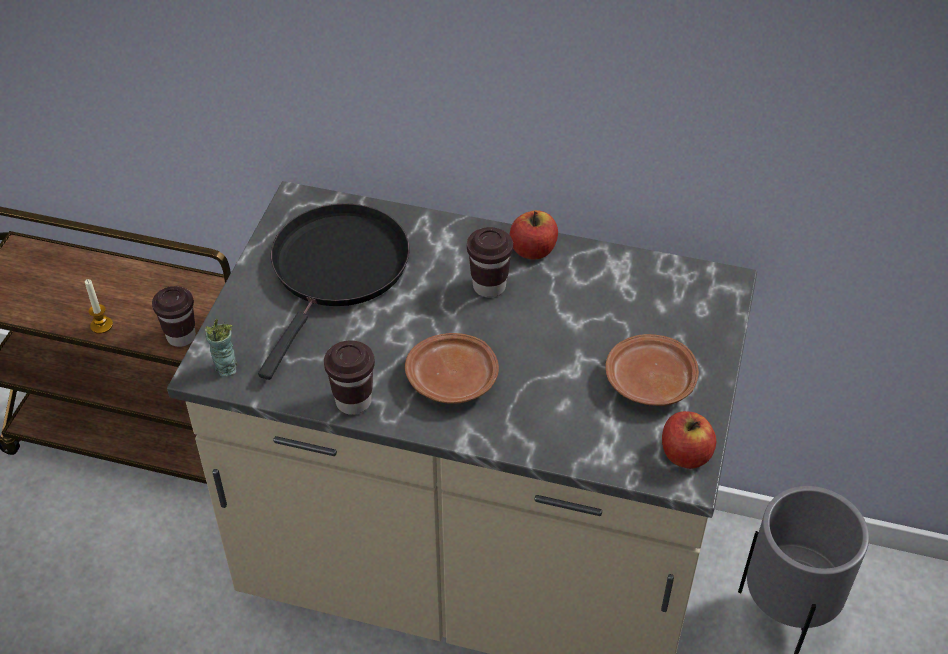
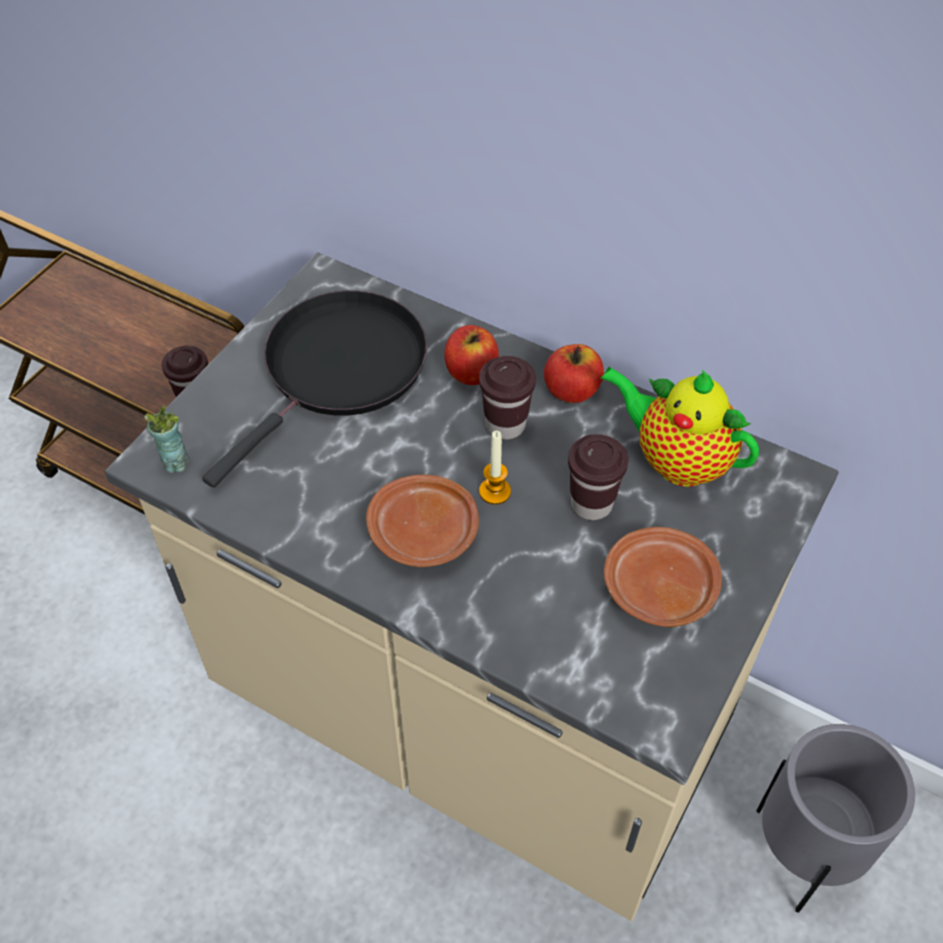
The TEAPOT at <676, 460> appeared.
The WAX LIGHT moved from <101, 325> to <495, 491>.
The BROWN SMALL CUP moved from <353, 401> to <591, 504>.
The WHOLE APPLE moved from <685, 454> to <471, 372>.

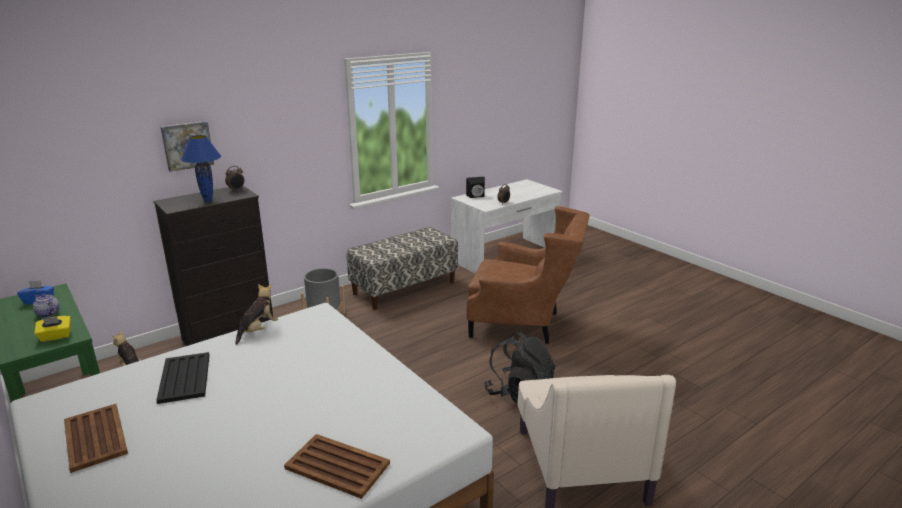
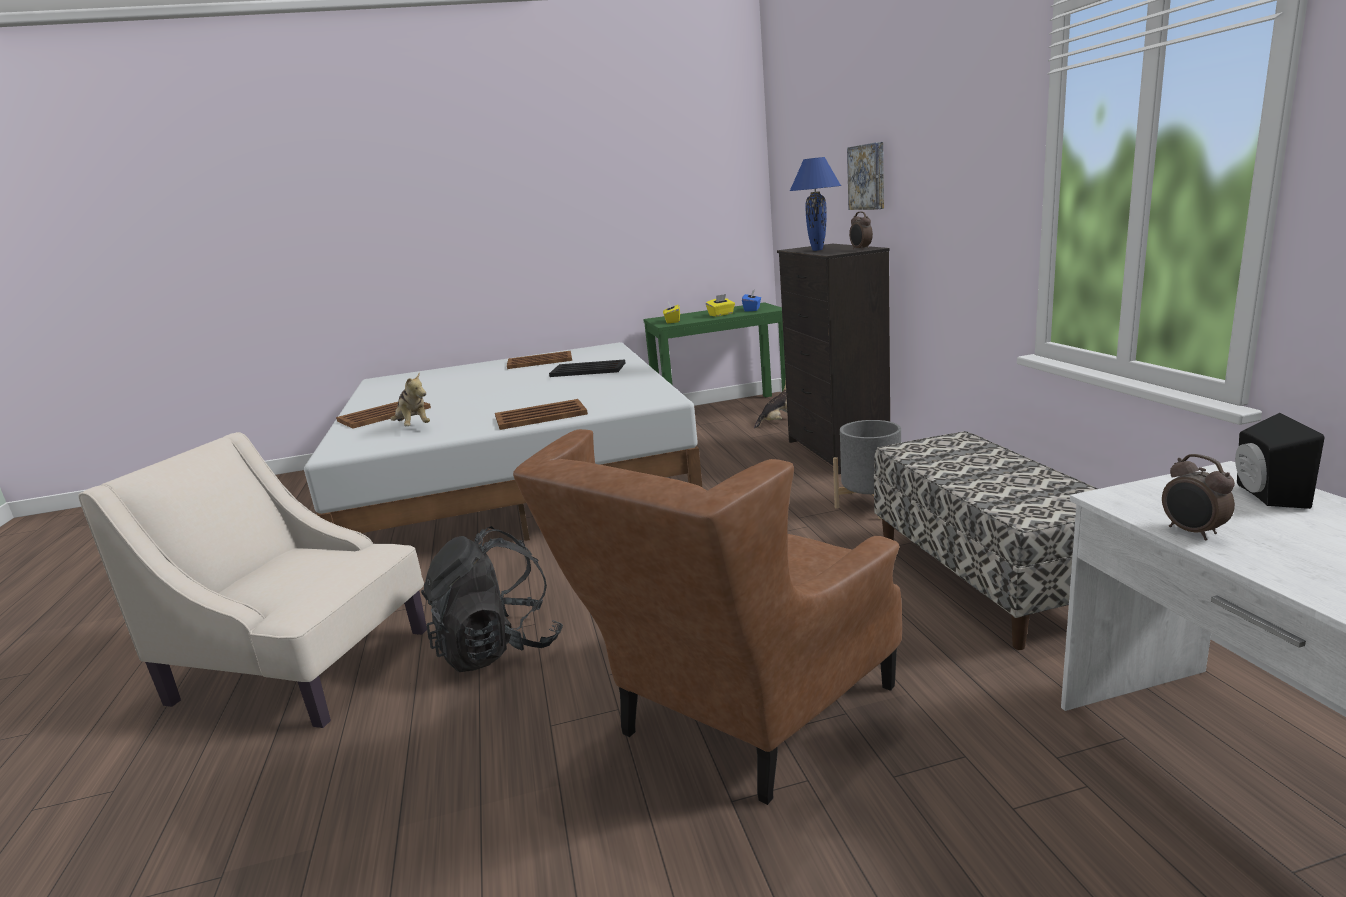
The BROWN SERVING TRAY at <541, 415> appeared.
The CUDDLY TOY moved from <258, 330> to <413, 427>.
The TEAPOT at <47, 313> was replaced by the YELLOW TISSUE BOX at <721, 314>.

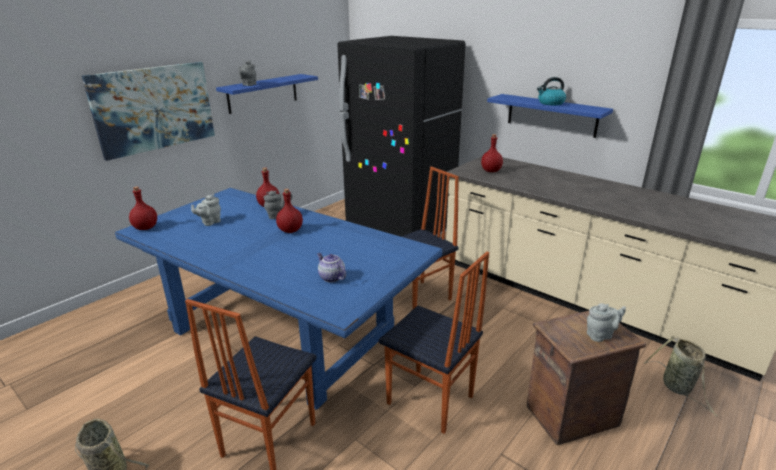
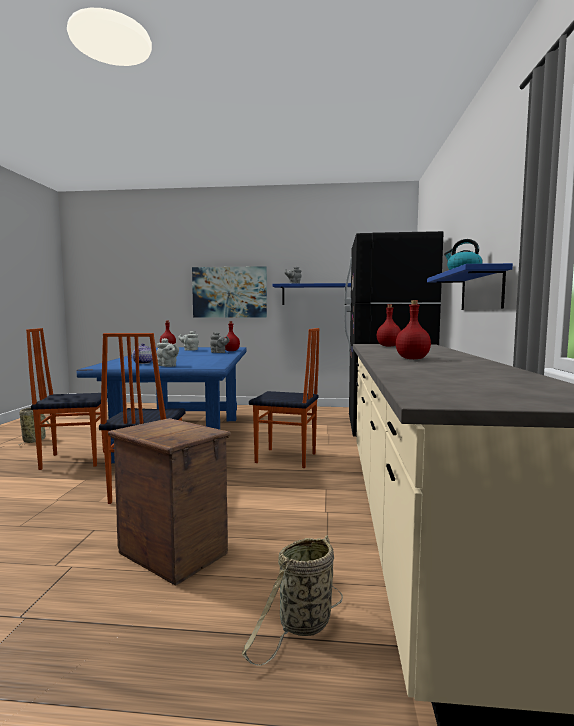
The REDDISH BEVERAGE BOTTLE moved from <290, 231> to <412, 359>.
The GRAY TEAPOT moved from <601, 335> to <168, 366>.

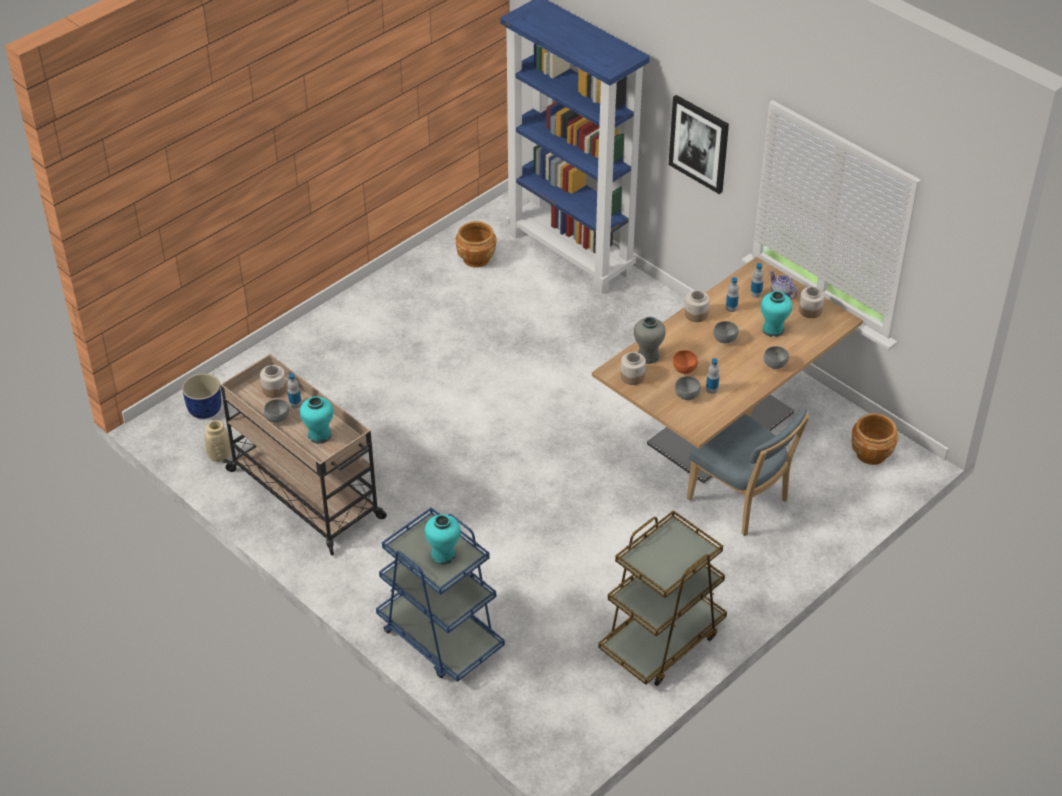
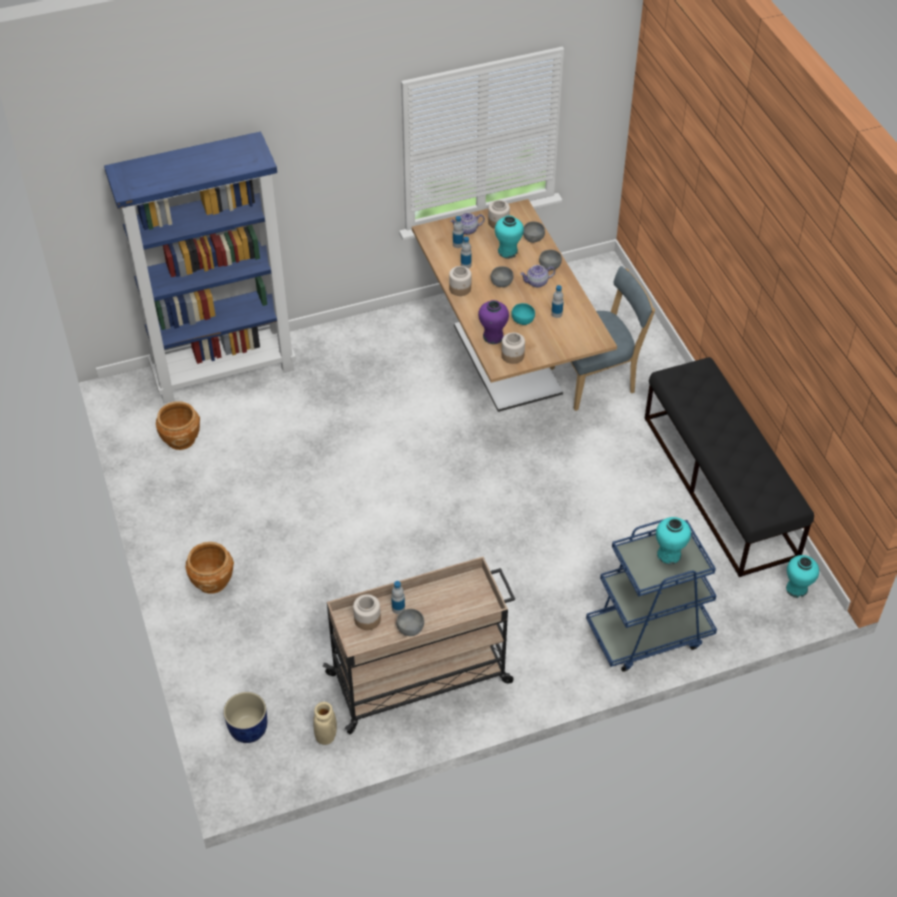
The PICTURE at <699, 143> disappeared.
The TEAPOT at <537, 282> appeared.
The BLUE-GREEN DECORATIVE VASE moved from <319, 435> to <797, 589>.
The GRAY SERVING BOWL moved from <687, 395> to <533, 238>.
The BROWN PLANTER moved from <871, 454> to <212, 581>.
The BROWN CART at <661, 641> was replaced by the BLACKISH INDOOR BENCH at <719, 486>.
The GRAY DECORATIVE VASE at <648, 356> became the PURPLISH DECORATIVE VASE at <493, 337>.
The ORANGEY SERVING BOWL at <684, 369> became the BLUE-GREEN SERVING BOWL at <523, 320>.

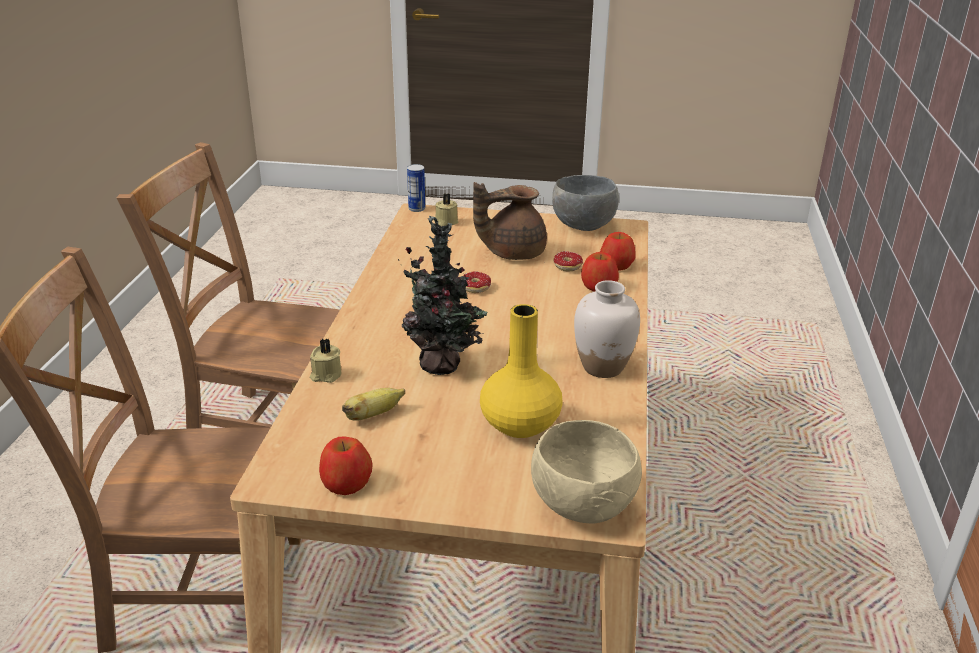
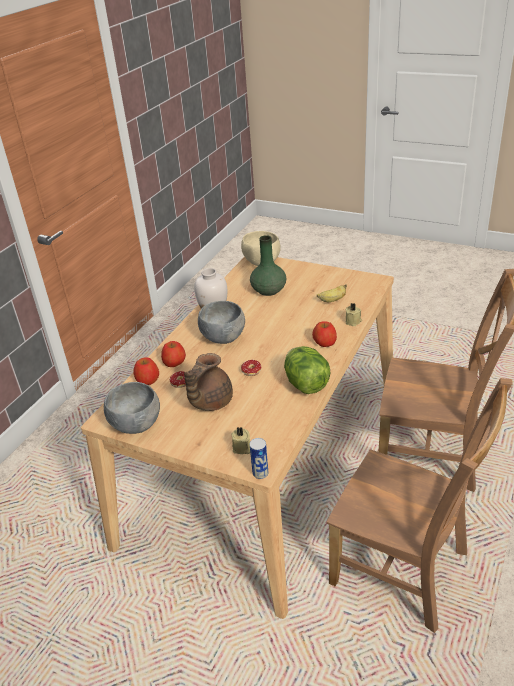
The POTTED PLANT at <444, 366> disappeared.
The GRAY SERVING BOWL at <223, 338> appeared.
The LETTUCE at <306, 384> appeared.
The WHOLE APPLE moved from <346, 482> to <324, 342>.
The YELLOW DECORATIVE VASE at <519, 425> became the GREEN DECORATIVE VASE at <269, 290>.
The BROWN TEAPOT at <512, 252> turned 120 degrees clockwise.

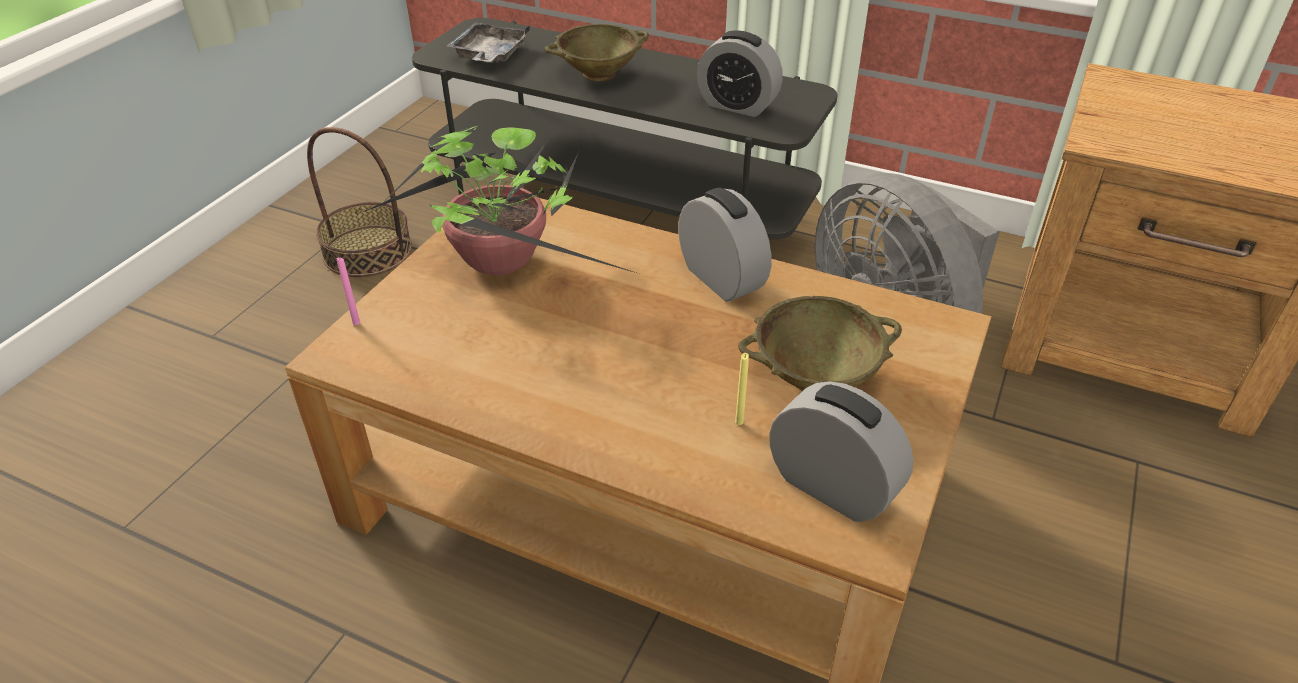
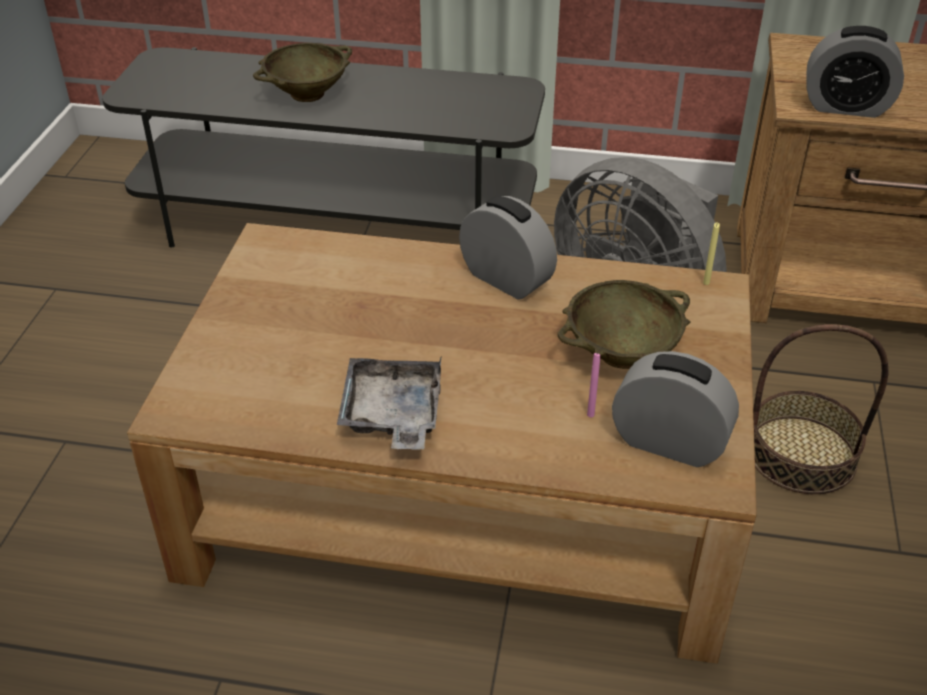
The POTTED PLANT at <504, 265> disappeared.
The BASKET moved from <368, 251> to <801, 454>.
The PINK-COLOURED WAX LIGHT moved from <356, 322> to <590, 414>.
The GRAY SERVING TRAY moved from <489, 55> to <392, 415>.
The BEDSIDE CLOCK moved from <737, 105> to <846, 107>.
The YELLOW WAX LIGHT moved from <739, 422> to <706, 283>.

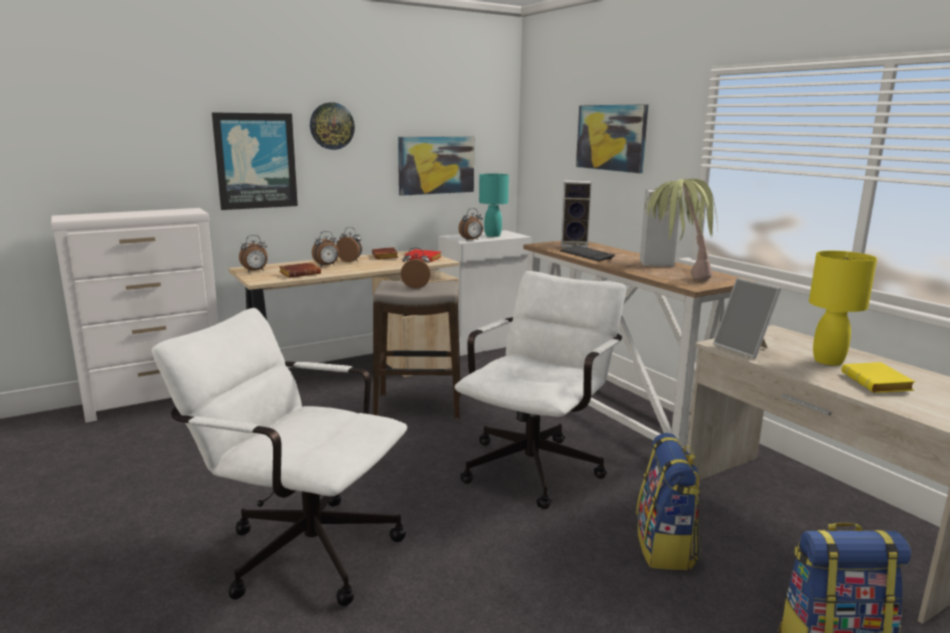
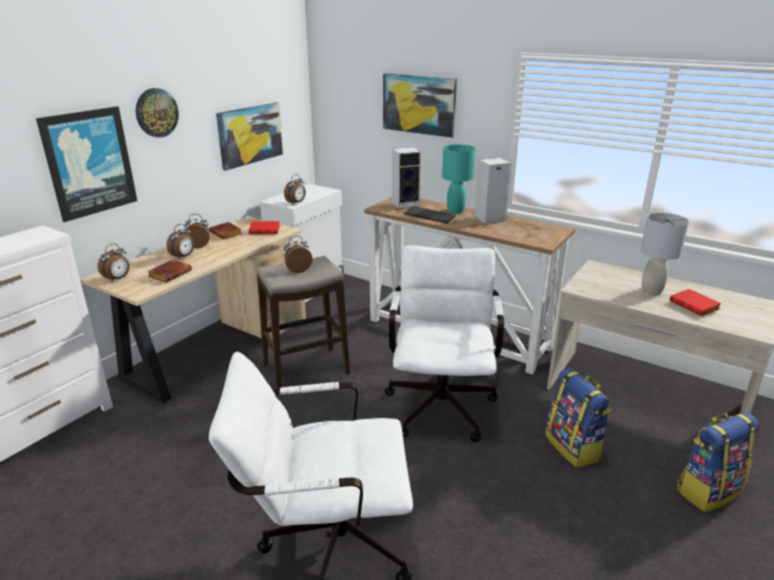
The POTTED PLANT at <676, 279> disappeared.
The STANDING FRAME at <744, 349> disappeared.
The BLUE-GREEN LAMP FOR A TABLE moved from <492, 235> to <455, 211>.
The YELLOW LAMP FOR A TABLE at <828, 361> became the GRAY LAMP FOR A TABLE at <651, 290>.
The YELLOW VOLUME at <878, 384> became the REDDISH VOLUME at <695, 306>.

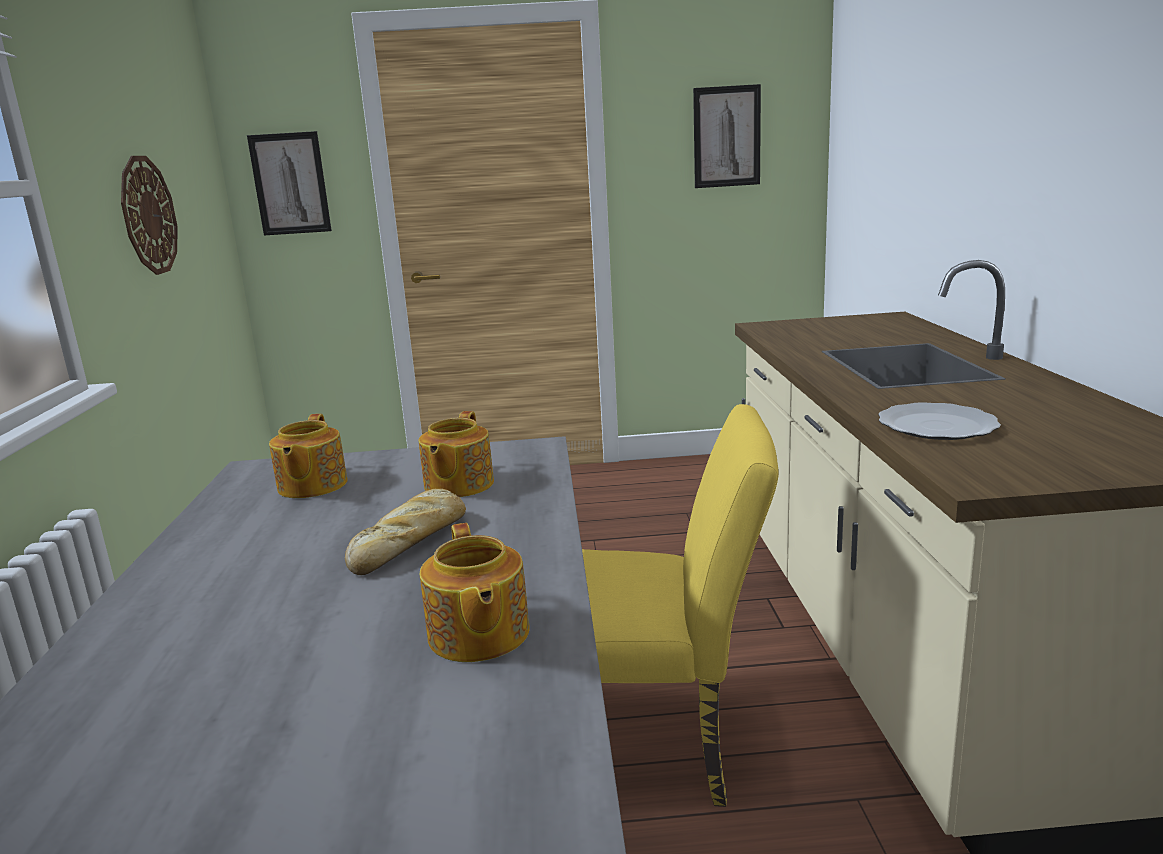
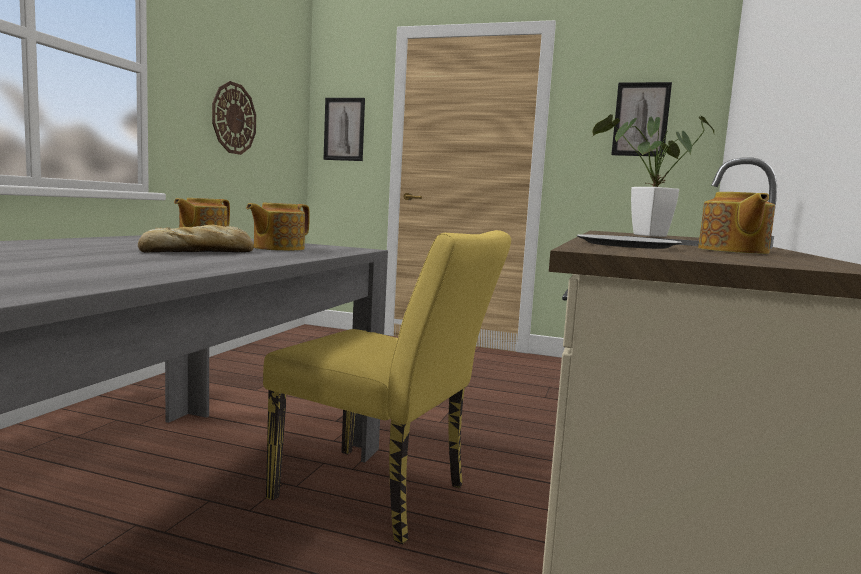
The POTTED PLANT at <643, 235> appeared.
The TEAPOT moved from <477, 635> to <732, 251>.

